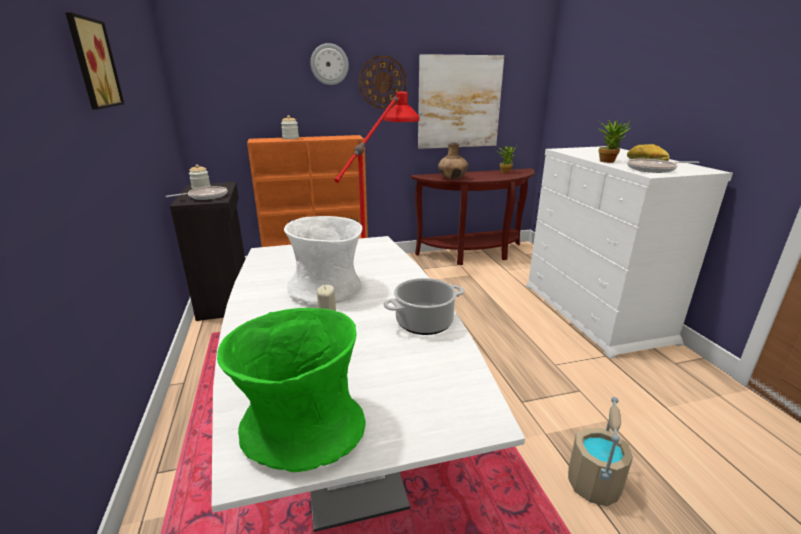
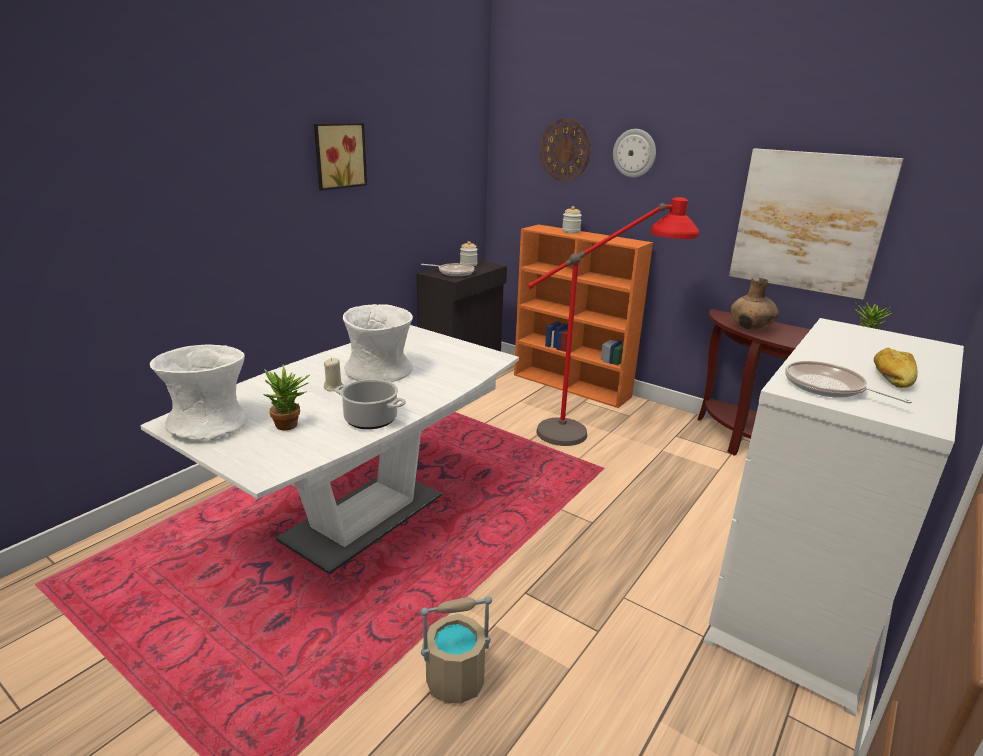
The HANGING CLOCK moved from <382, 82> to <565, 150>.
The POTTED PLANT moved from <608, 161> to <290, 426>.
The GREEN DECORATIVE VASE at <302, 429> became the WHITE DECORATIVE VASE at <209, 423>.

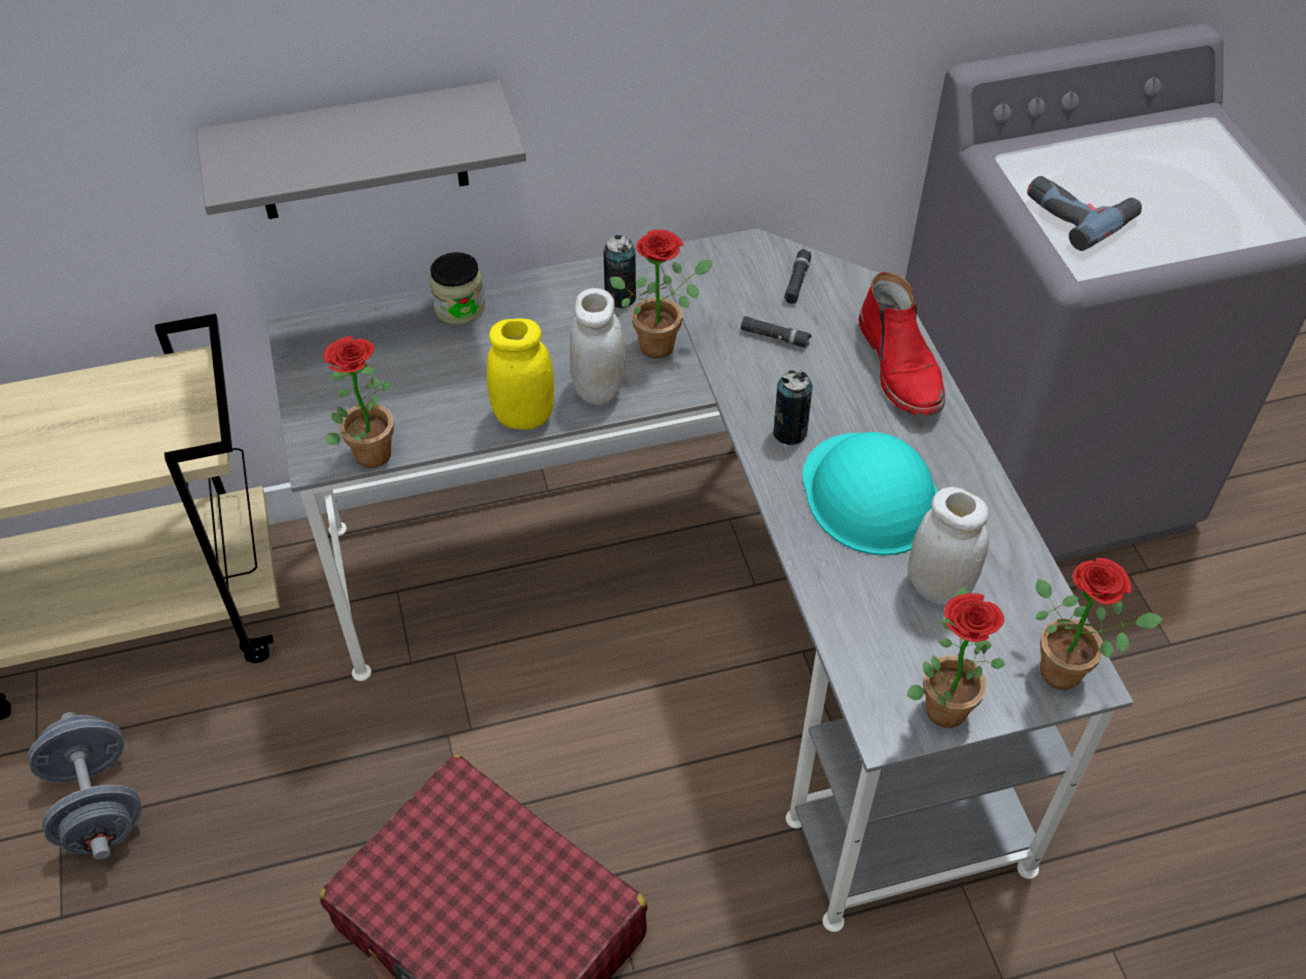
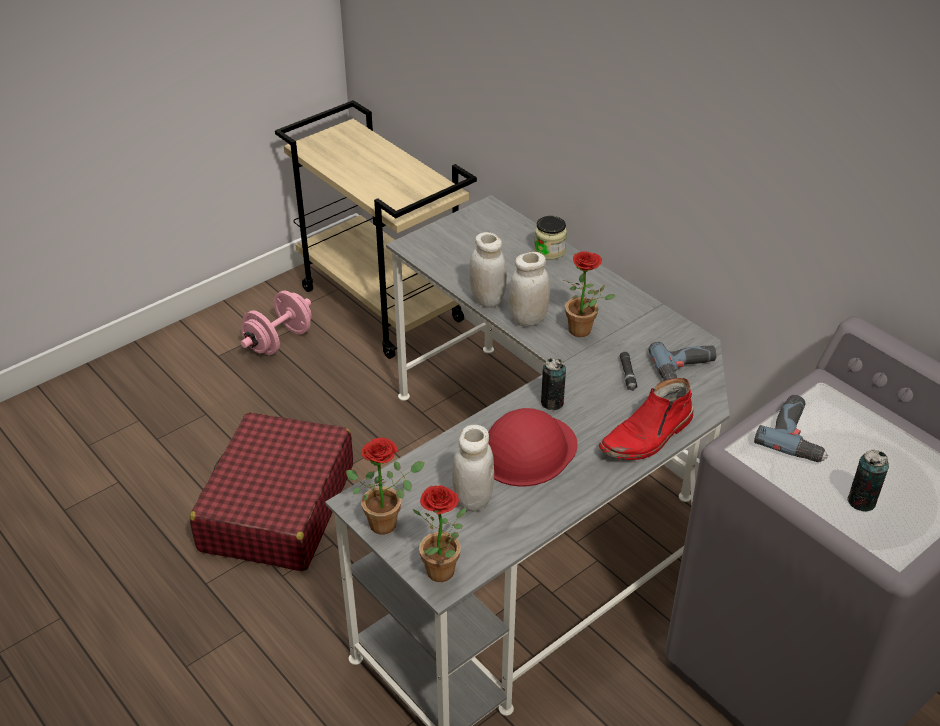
The GRAY BRACKET SHELF at <360, 152> disappeared.
The POTTED PLANT at <368, 449> disappeared.
The CAN moved from <620, 298> to <861, 501>.
The BLACKISH TORCH at <797, 281> was replaced by the ELECTRIC DRILL at <685, 370>.
The GRAY DUMBBELL at <98, 804> became the PINK-COLOURED DUMBBELL at <279, 341>.
The YELLOW PRESERVE JAR at <524, 416> became the WHITE PRESERVE JAR at <487, 299>.
The BLUE-GREEN WORK HELMET at <870, 494> became the REDDISH WORK HELMET at <527, 450>.

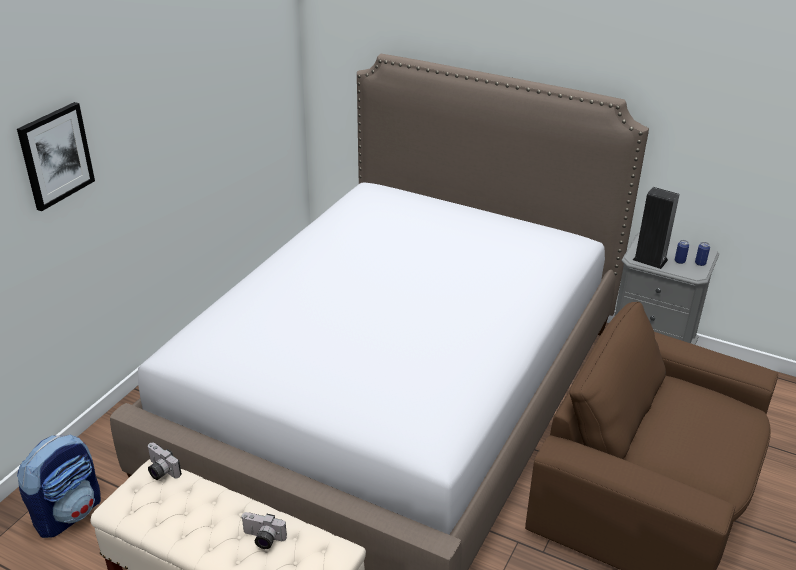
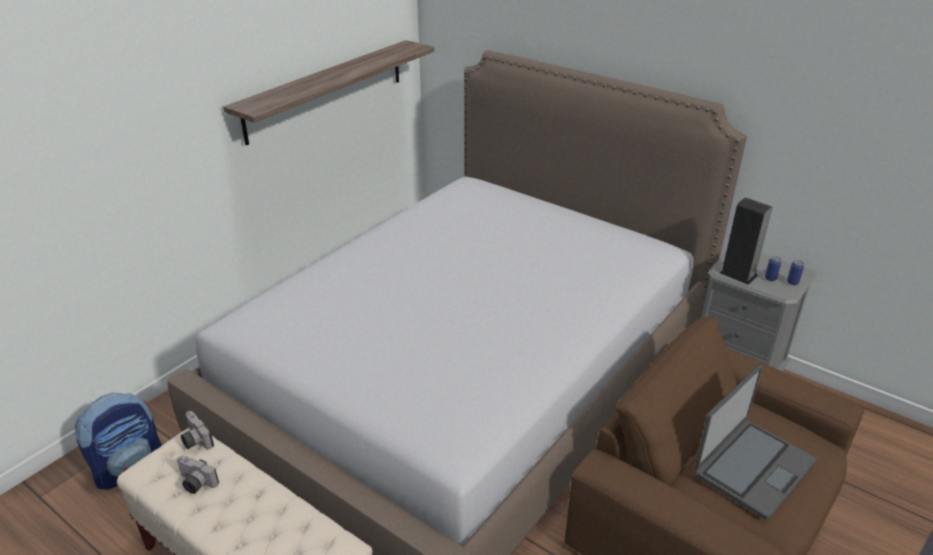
The PICTURE at <55, 155> disappeared.
The BRACKET SHELF at <326, 90> appeared.
The NOTEBOOK COMPUTER at <752, 468> appeared.
The STILL CAMERA moved from <262, 539> to <195, 483>.

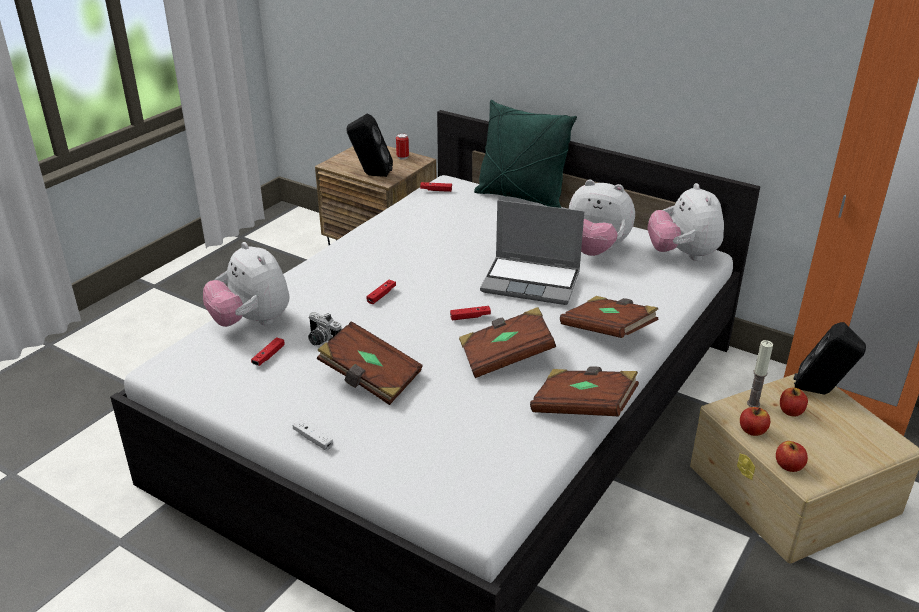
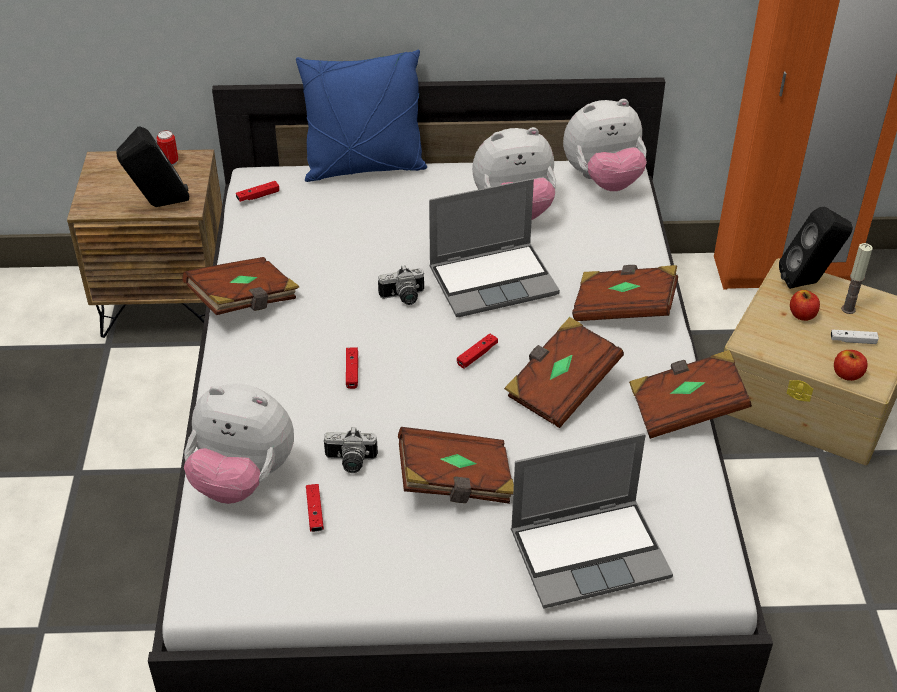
The WHOLE APPLE at <752, 431> disappeared.
The BROWN VOLUME at <244, 302> appeared.
The STILL CAMERA at <403, 298> appeared.
The NOTEBOOK COMPUTER at <590, 552> appeared.
The WHITE JOYPAD moved from <313, 439> to <853, 341>.
The WAX LIGHT moved from <753, 403> to <848, 309>.
The GREEN PILLOW at <521, 197> became the BLUE PILLOW at <364, 167>.
The CUDDLY TOY at <682, 255> turned 60 degrees counterclockwise.

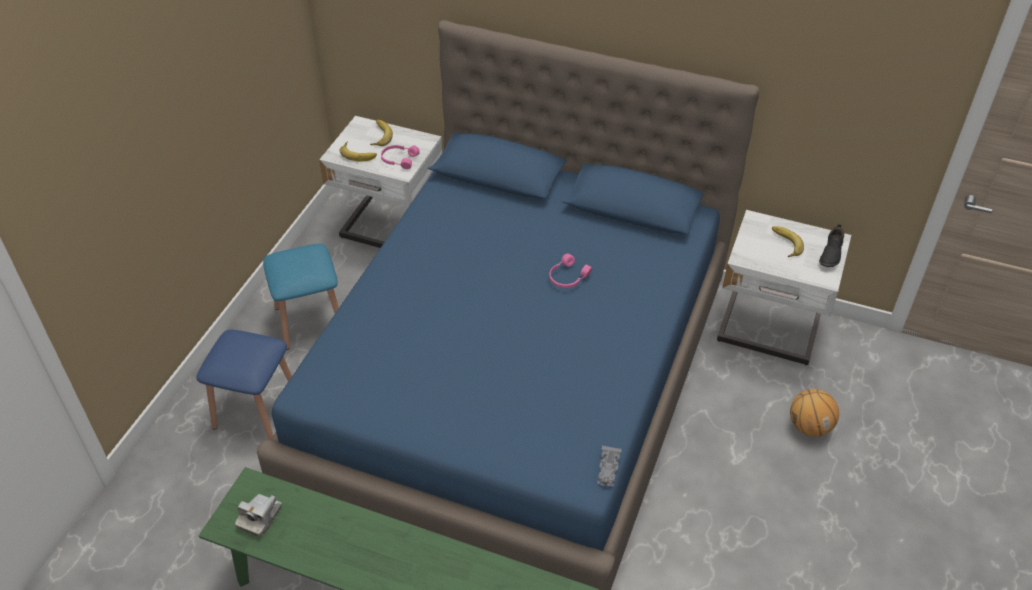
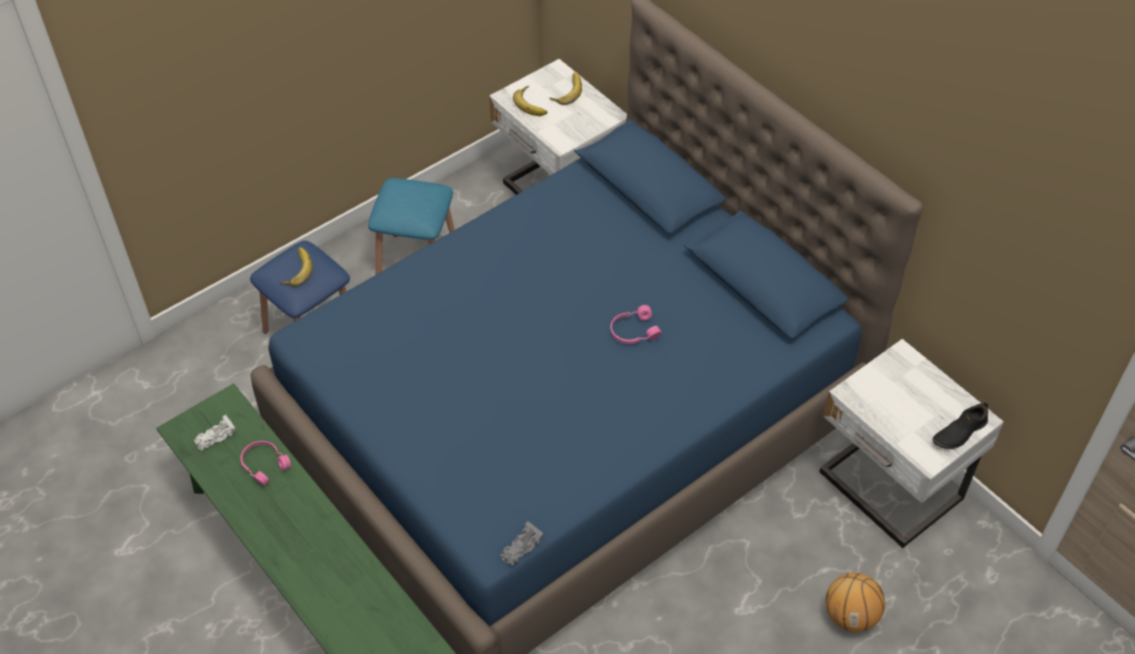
The PINK-COLOURED HEADSET moved from <399, 159> to <264, 464>.
The WHOLE BANANA moved from <784, 244> to <296, 269>.
The STILL CAMERA at <260, 517> was replaced by the WHITE TOY CAR at <215, 437>.

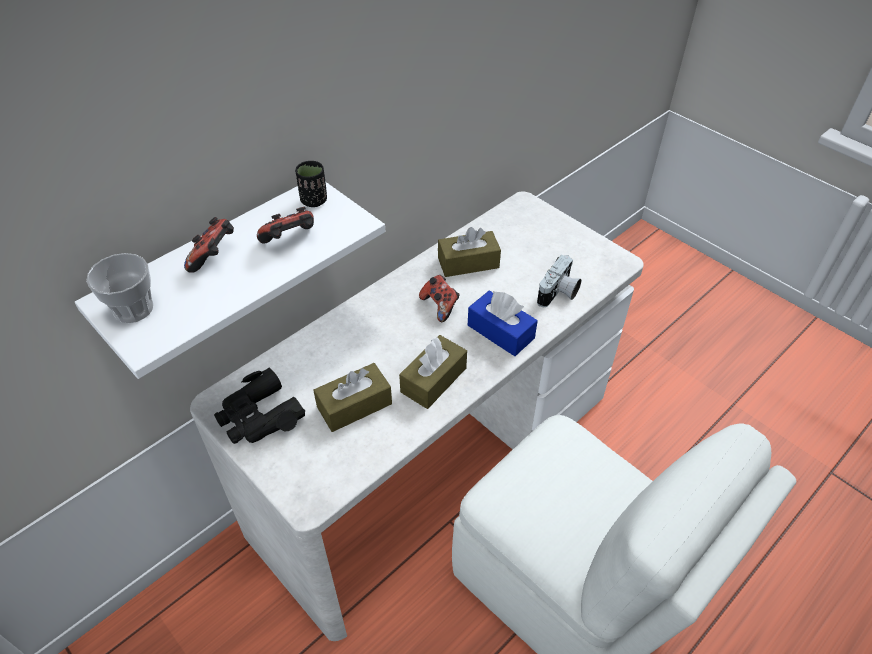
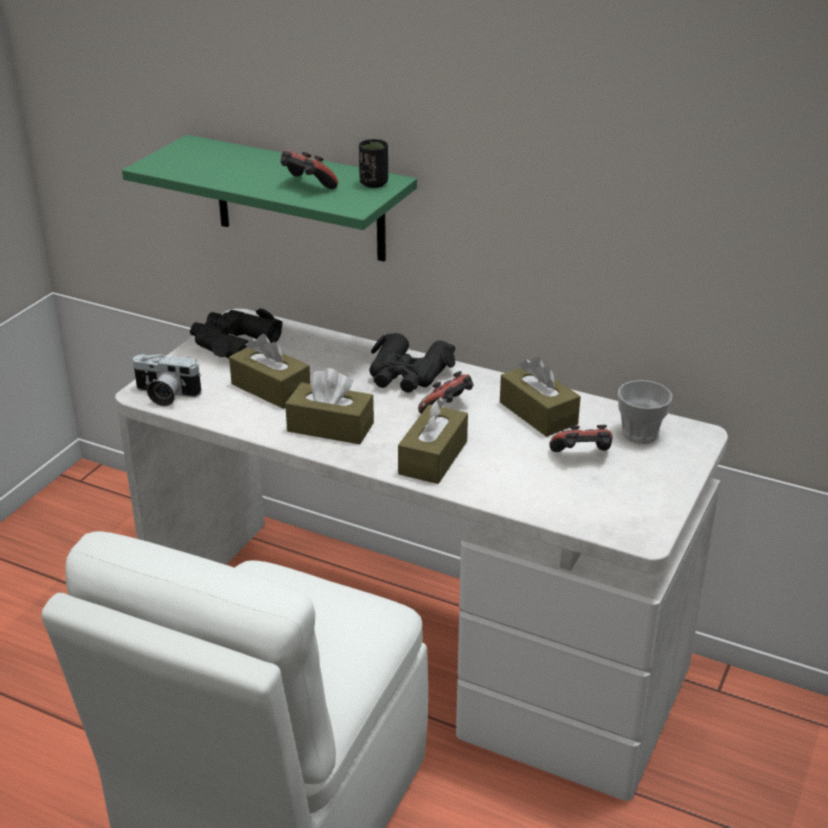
The BLACKISH PAIR OF BINOCULARS at <408, 375> appeared.
The SMALL CUP moved from <133, 309> to <640, 434>.
The JOYPAD moved from <214, 257> to <582, 457>.
The STILL CAMERA moved from <559, 294> to <165, 395>.
The WHITE BRACKET SHELF at <217, 268> became the GREEN BRACKET SHELF at <299, 199>.
The BLUE TISSUE BOX at <500, 332> became the BROWN TISSUE BOX at <433, 458>.

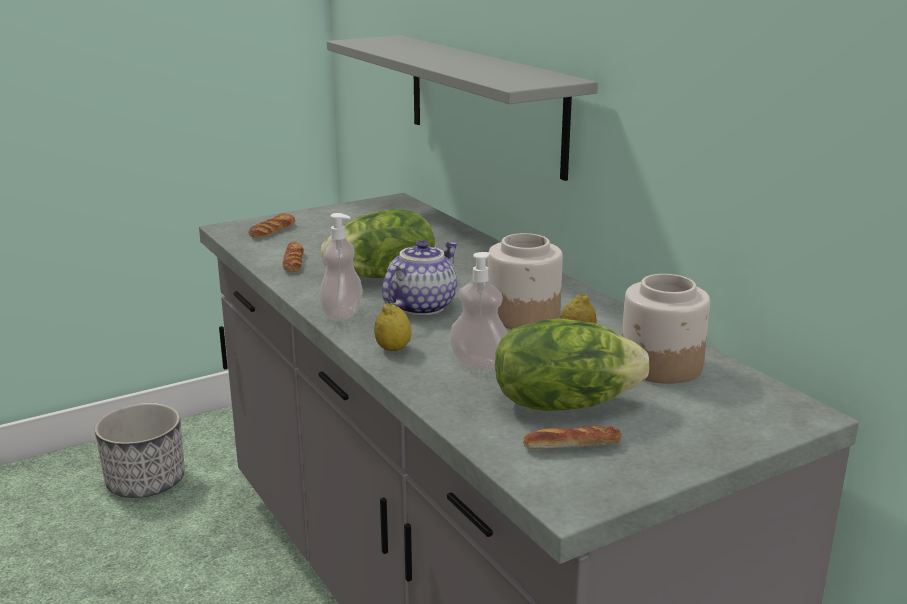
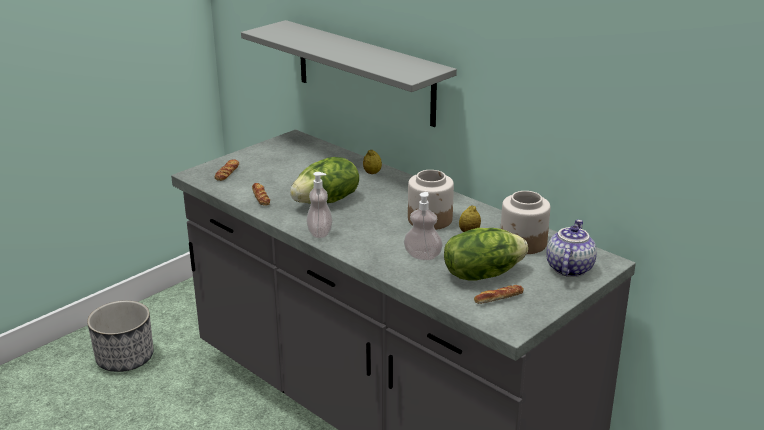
The CITRUS FRUIT moved from <393, 349> to <372, 173>.
The TEAPOT moved from <420, 306> to <568, 268>.

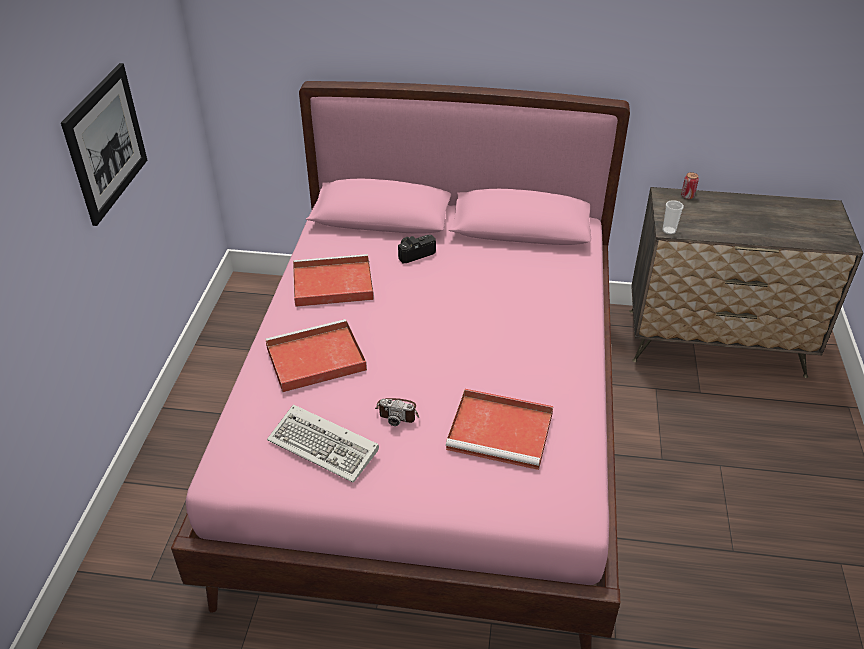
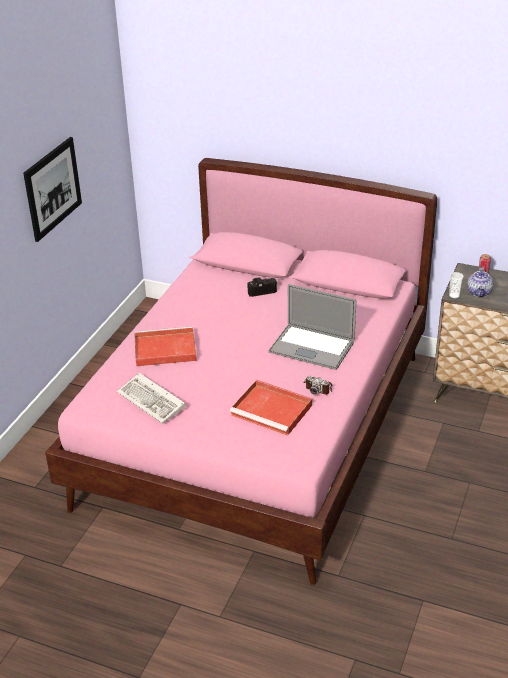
The REDDISH SERVING TRAY at <331, 284> disappeared.
The NOTEBOOK COMPUTER at <311, 347> appeared.
The TEAPOT at <479, 292> appeared.
The STILL CAMERA moved from <398, 412> to <319, 387>.

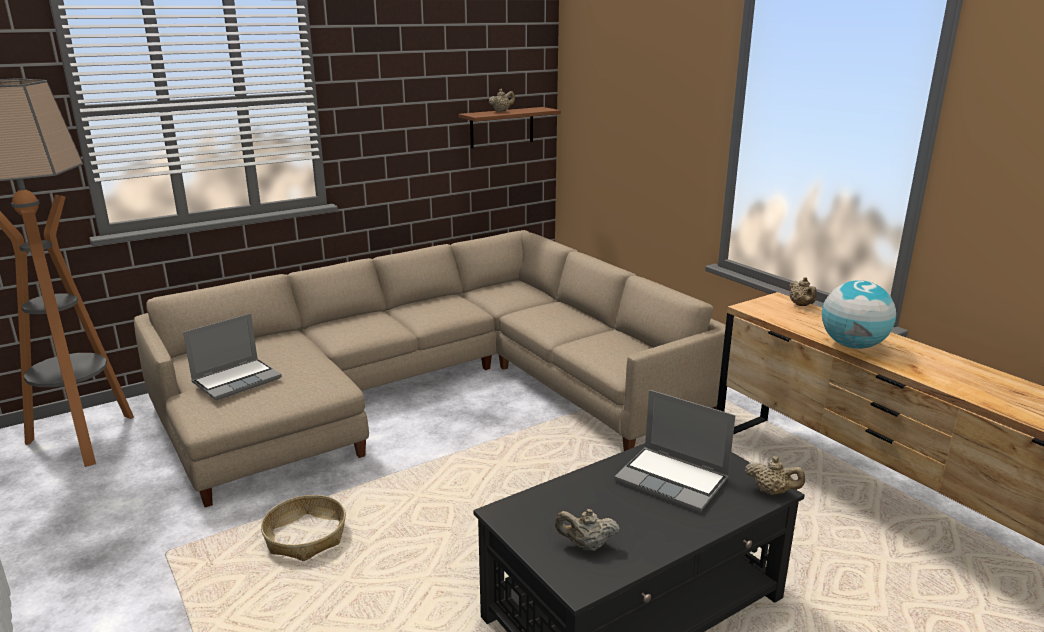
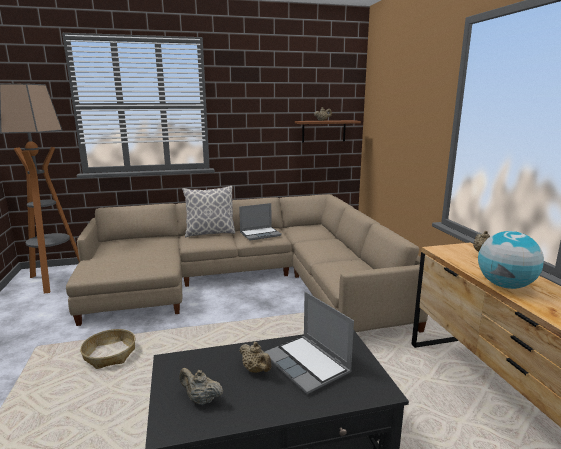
The PILLOW at <210, 233> appeared.
The NOTEBOOK COMPUTER moved from <237, 380> to <260, 234>.
The BEIGE-COLOURED TEAPOT moved from <772, 492> to <256, 370>.

